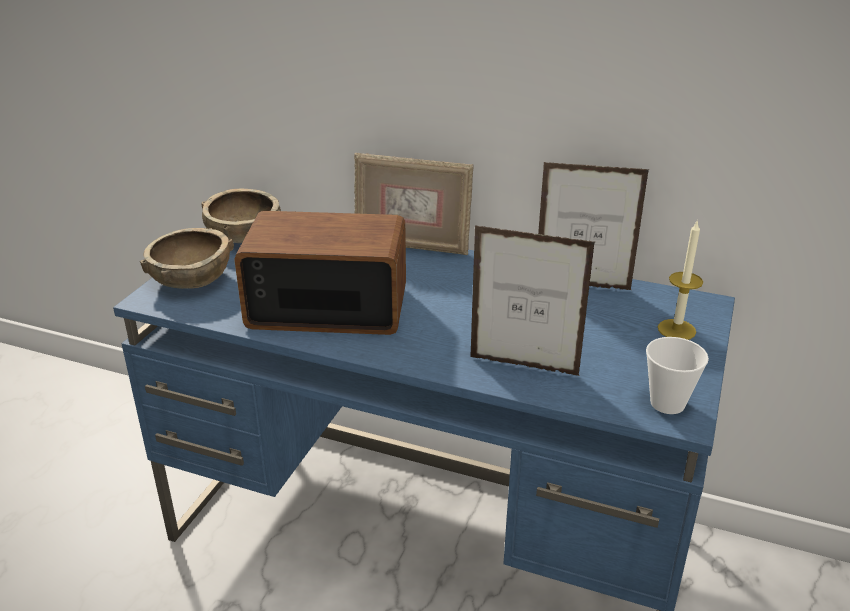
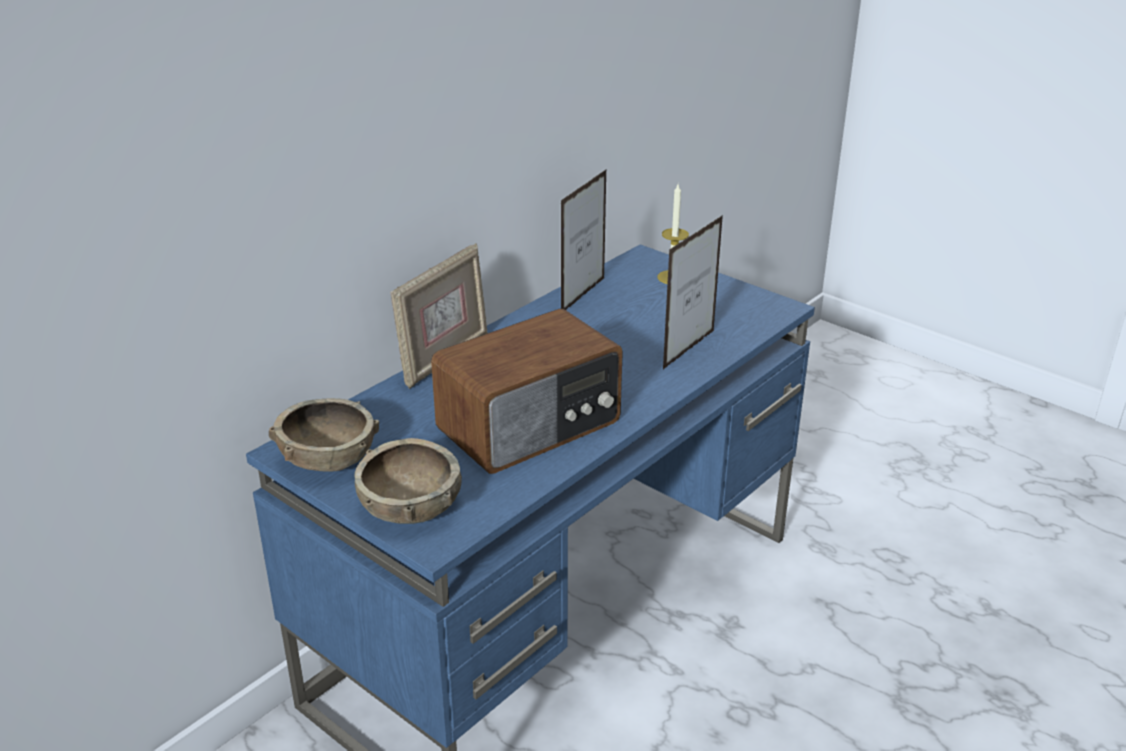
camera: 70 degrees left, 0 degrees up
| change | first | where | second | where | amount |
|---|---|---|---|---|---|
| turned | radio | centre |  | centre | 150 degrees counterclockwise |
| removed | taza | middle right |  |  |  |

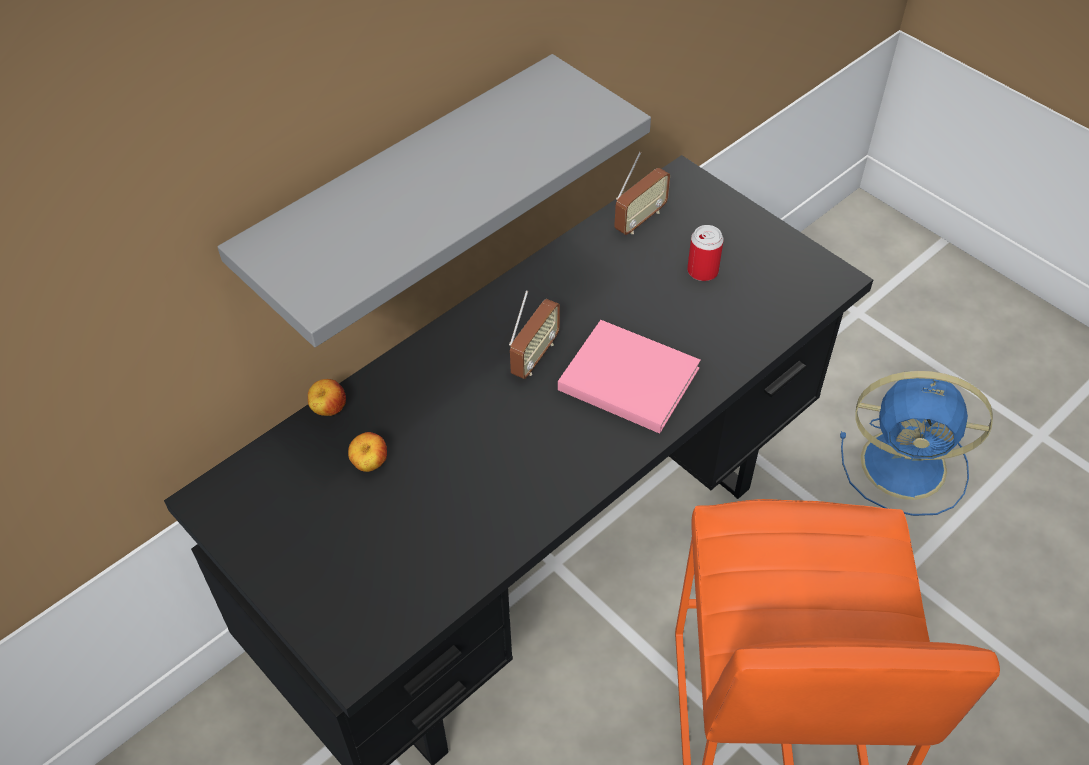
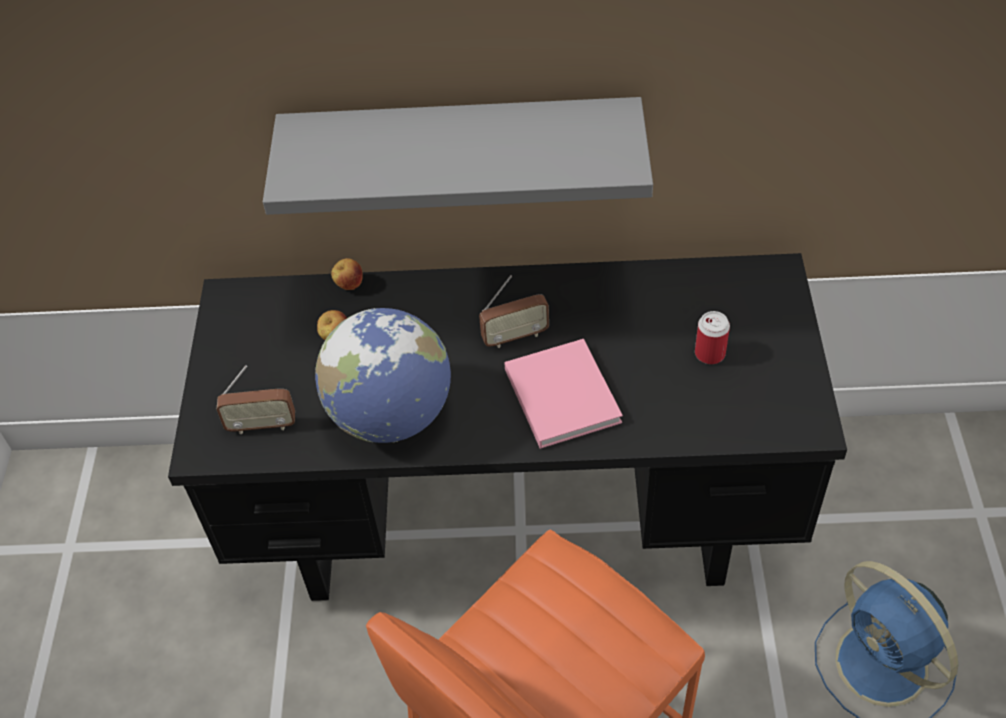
camera: 45 degrees right, 0 degrees up
| change | first | where | second | where | amount |
|---|---|---|---|---|---|
| moved | radio (2nd from left in the first image) | top centre | radio (1st from left) | middle left |  |
| added |  |  | globo terráqueo | centre |  |

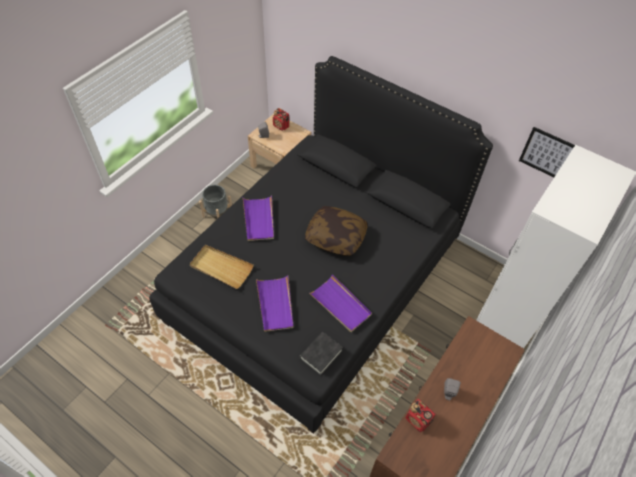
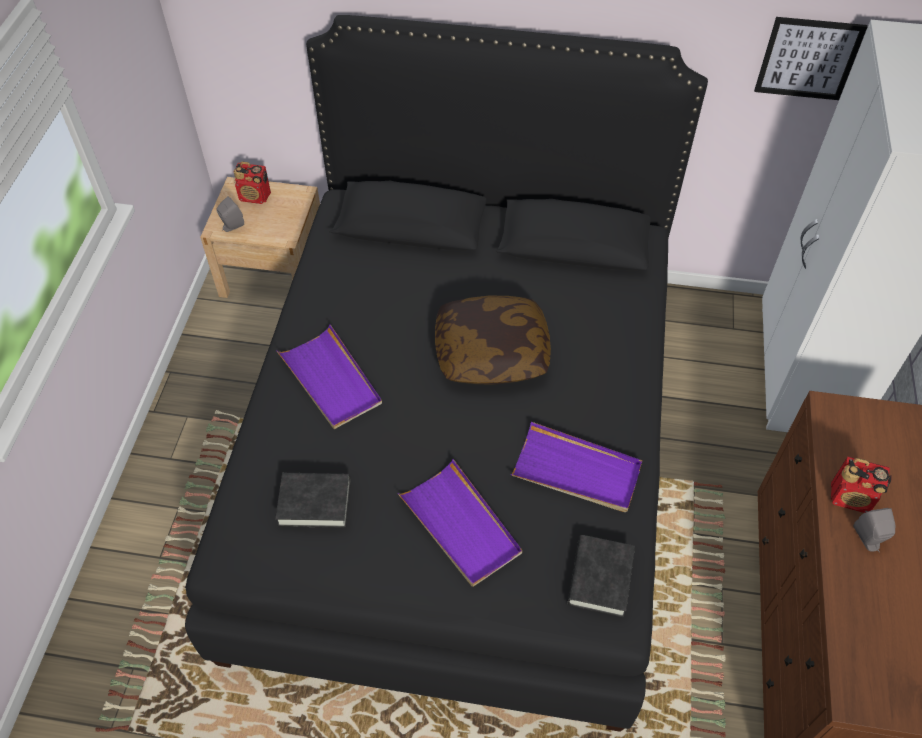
camera: 25 degrees left, 0 degrees up
| change | first | where | second | where | amount |
|---|---|---|---|---|---|
| replaced | bandeja (beis) | centre | libro (negro) (1st from left) | bottom centre |  |
| removed | maceta (gris) | centre |  |  |  |
| moved | radio (2nd from left) | bottom centre |  | middle right |  |

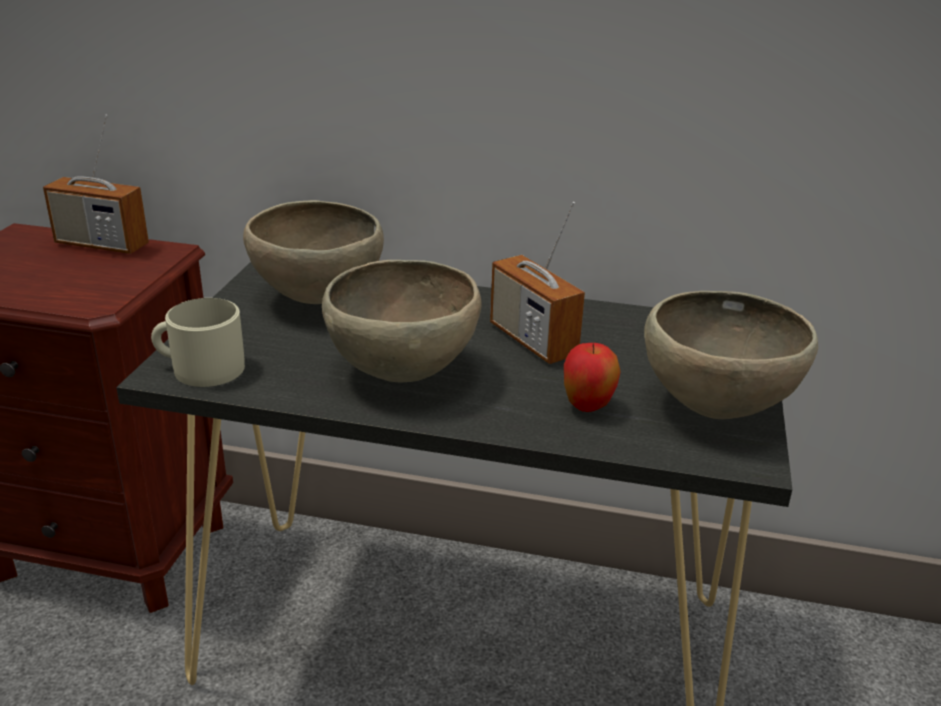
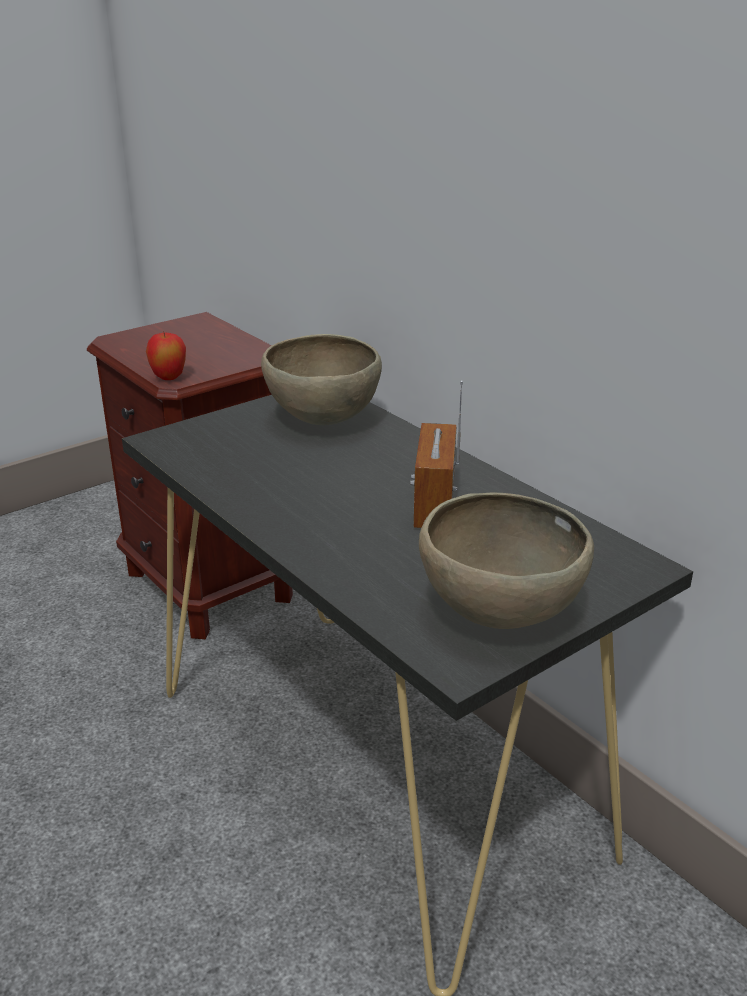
camera: 40 degrees right, 0 degrees up
| change | first | where | second | where | amount |
|---|---|---|---|---|---|
| removed | radio (1st from left) | top left |  |  |  |
| removed | taza grande (beis) | middle left |  |  |  |
| removed | cuenco (marrón) (2nd from left) | centre |  |  |  |
| moved | manzana | centre |  | middle left |  |

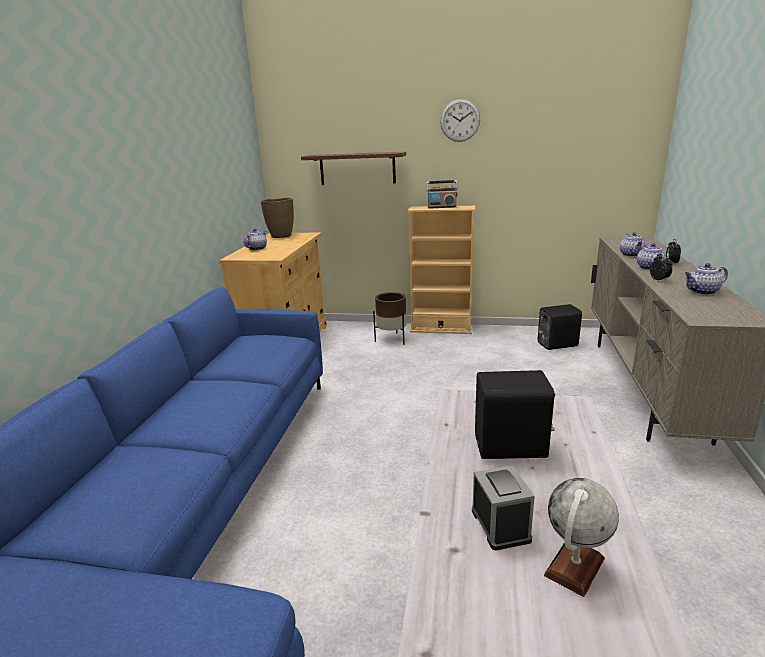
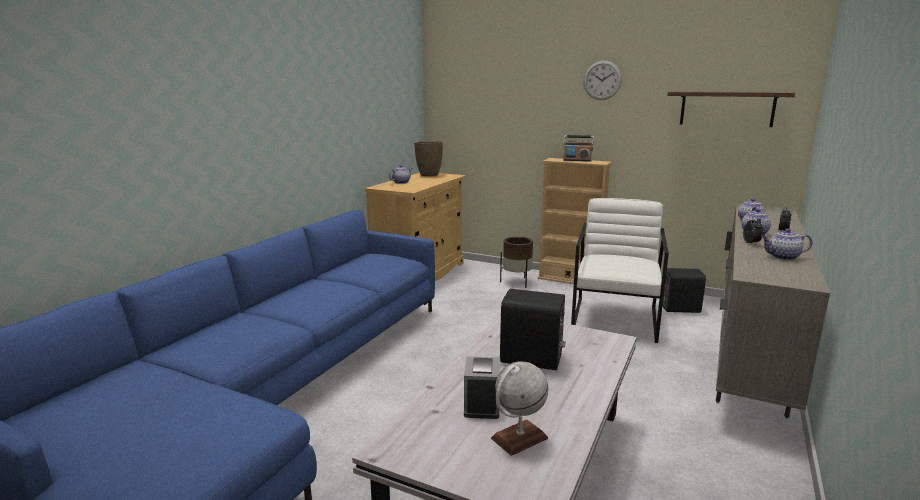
camera: 15 degrees right, 5 degrees down
| change | first | where | second | where | amount |
|---|---|---|---|---|---|
| moved | estante | top centre |  | top right |  |
| added |  |  | sillón (blanco) | middle right |  |

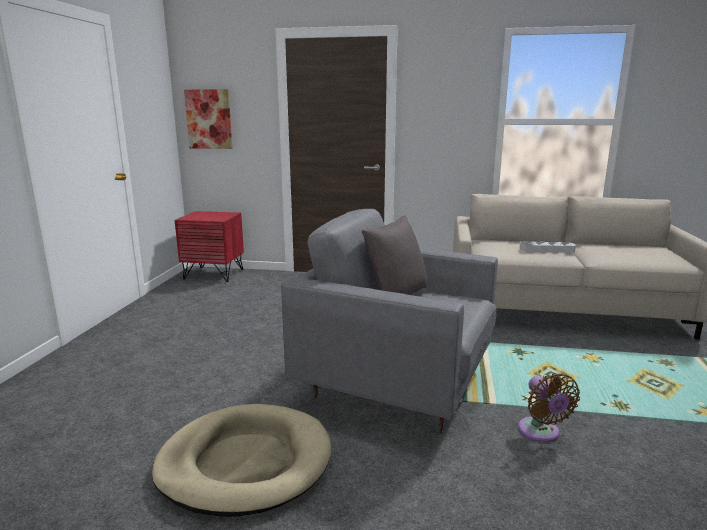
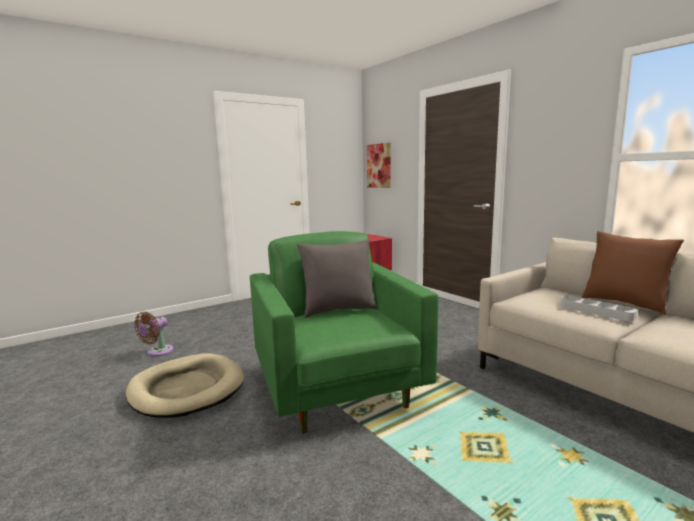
camera: 45 degrees right, 5 degrees down
| change | first | where | second | where | amount |
|---|---|---|---|---|---|
| recoloured | sillón (gris) | centre | sillón (verde) | centre |  |
| moved | ventilador (marrón) | bottom right |  | middle left |  |
| added |  |  | cojín (marrón) | middle right |  |

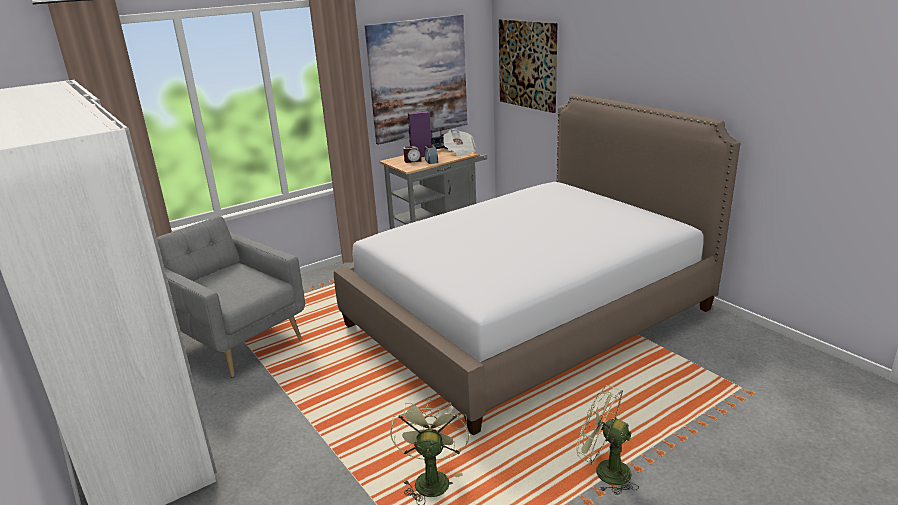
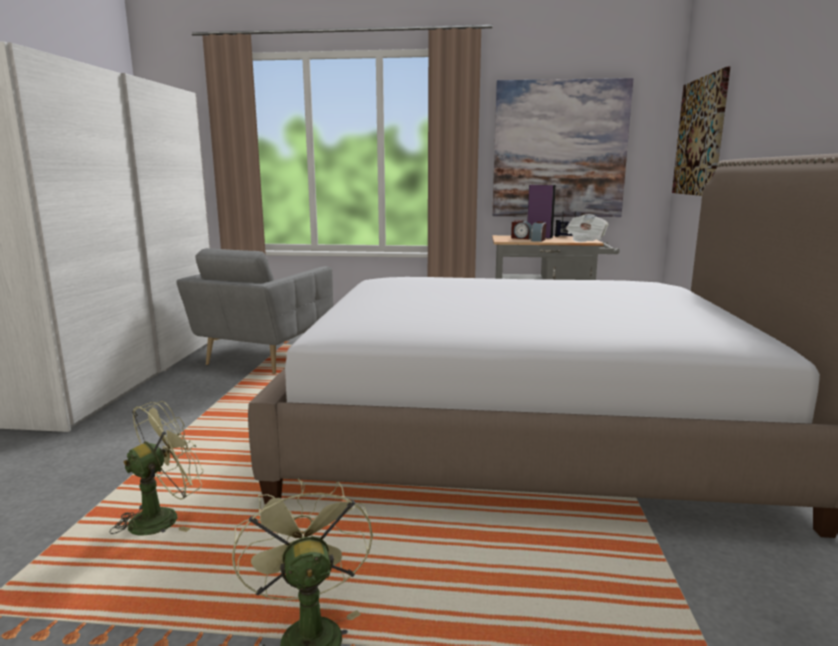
camera: 40 degrees right, 10 degrees down
| change | first | where | second | where | amount |
|---|---|---|---|---|---|
| turned | sillón (gris) | middle left |  | middle left | 150 degrees counterclockwise |

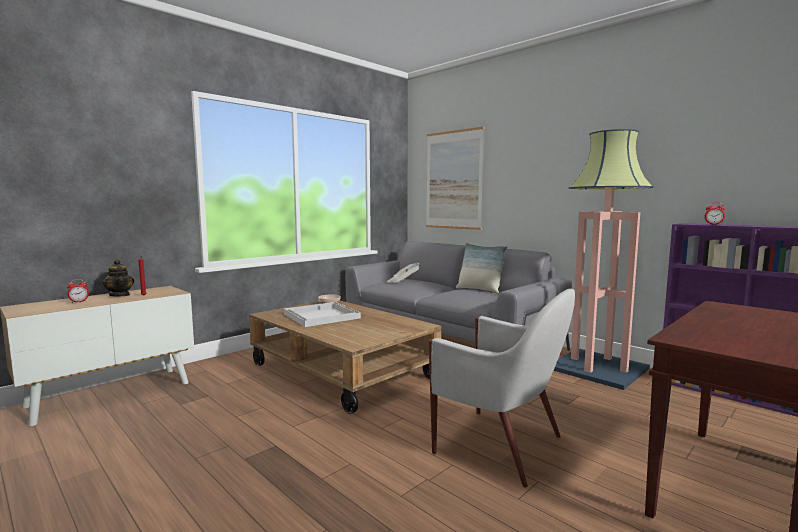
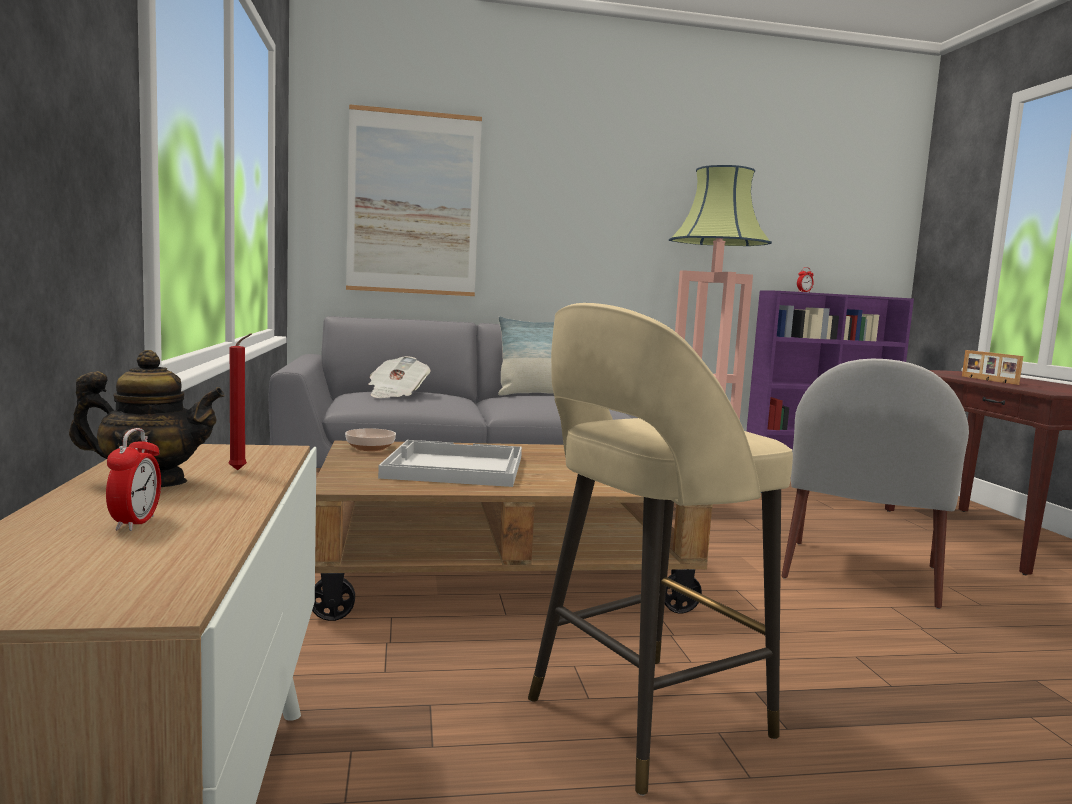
camera: 55 degrees left, 0 degrees up
| change | first | where | second | where | amount |
|---|---|---|---|---|---|
| turned | sillón (blanco) | bottom centre |  | middle right | 135 degrees clockwise |
| added |  |  | taburete (beis) | bottom centre |  |
| added |  |  | portarretratos | middle right |  |

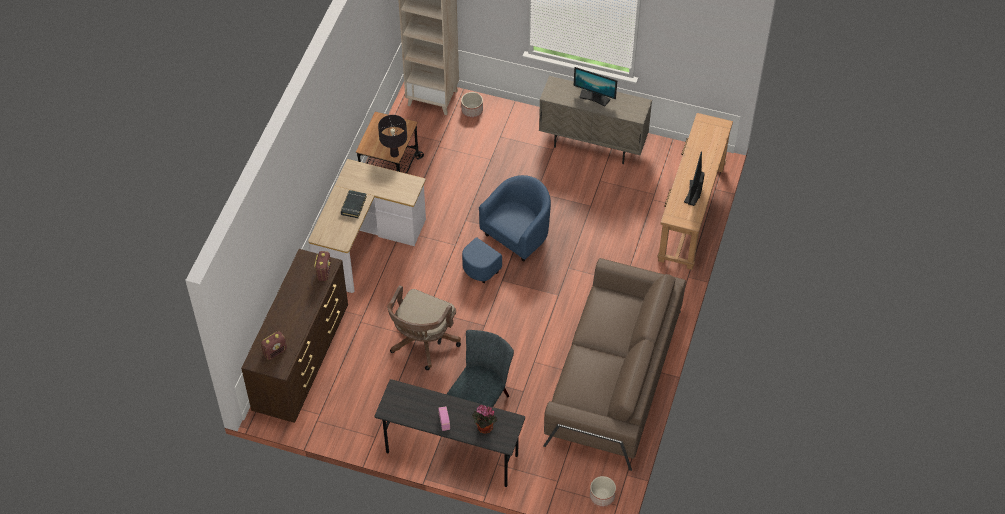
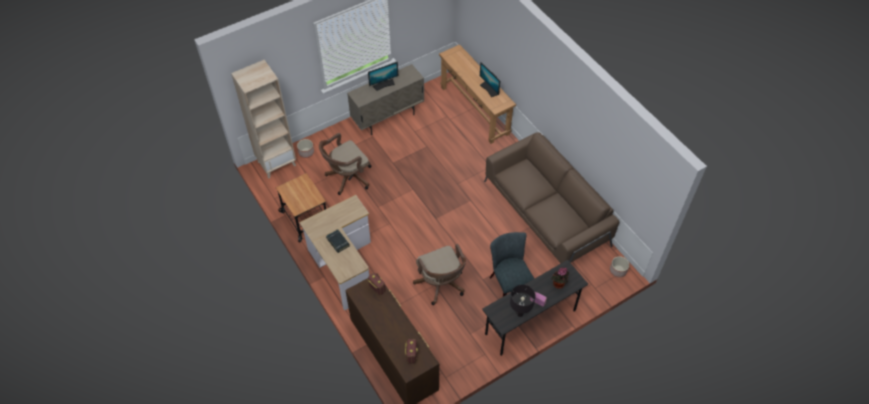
camera: 50 degrees left, 0 degrees up
| change | first | where | second | where | amount |
|---|---|---|---|---|---|
| moved | lámpara de mesa (negro) | top centre |  | bottom centre |  |
| removed | sillón (azul) | centre |  |  |  |
| added |  |  | silla de oficina (marrón) (1st from left) | centre |  |

